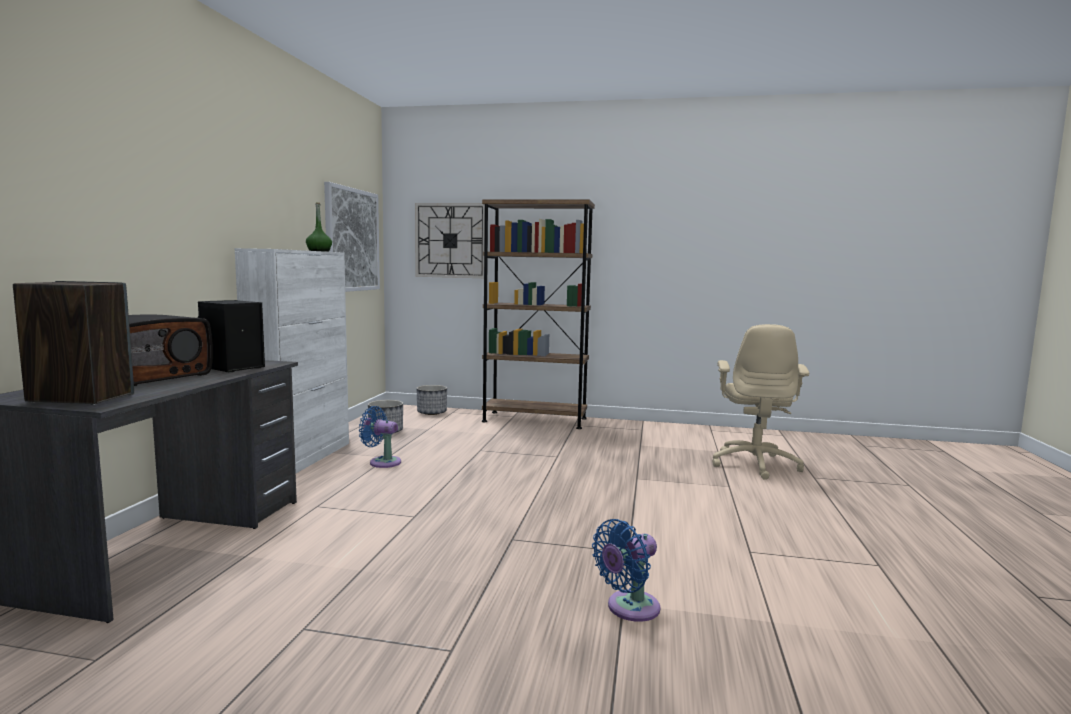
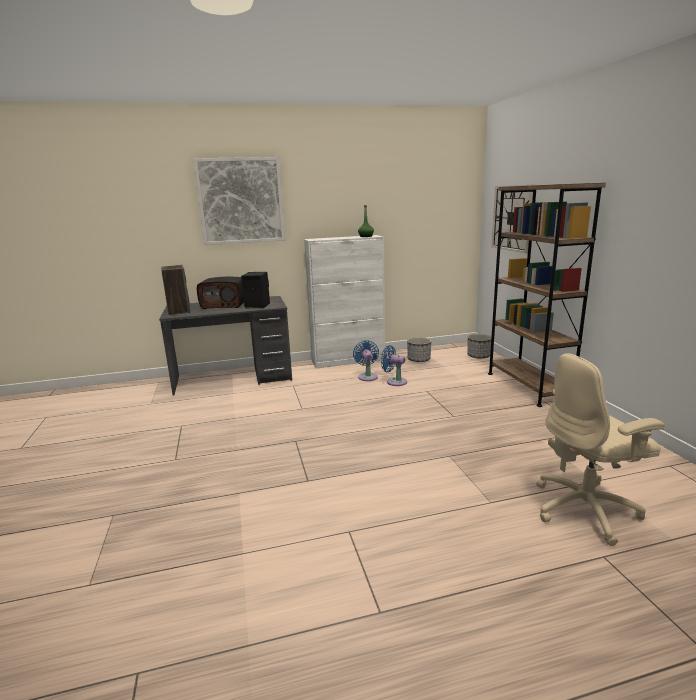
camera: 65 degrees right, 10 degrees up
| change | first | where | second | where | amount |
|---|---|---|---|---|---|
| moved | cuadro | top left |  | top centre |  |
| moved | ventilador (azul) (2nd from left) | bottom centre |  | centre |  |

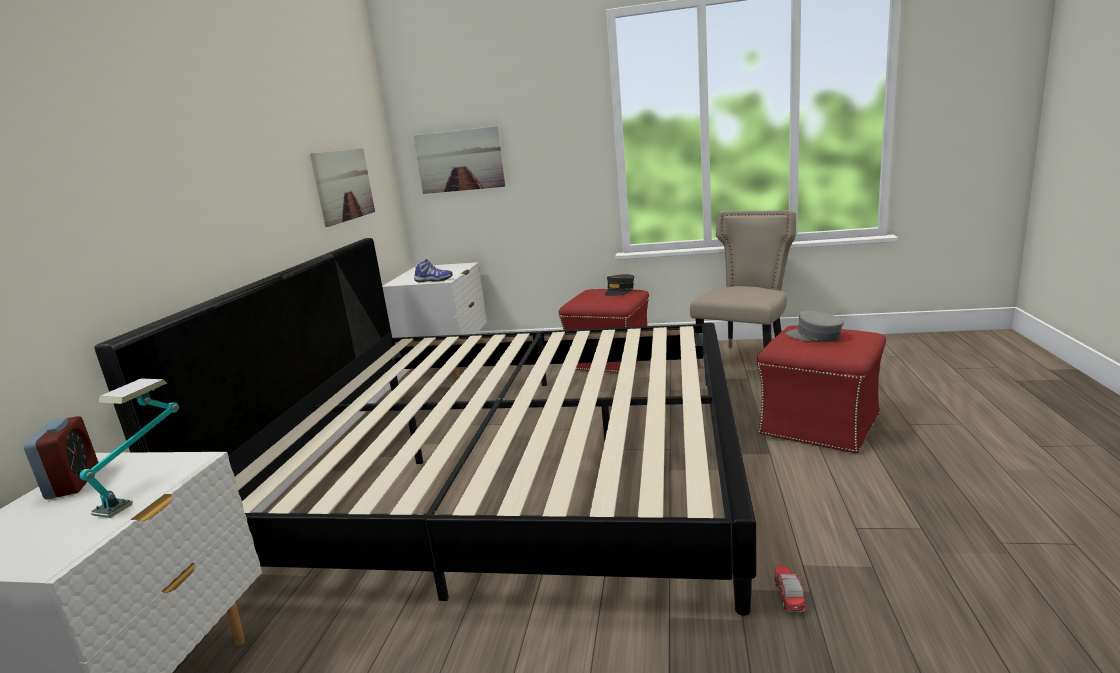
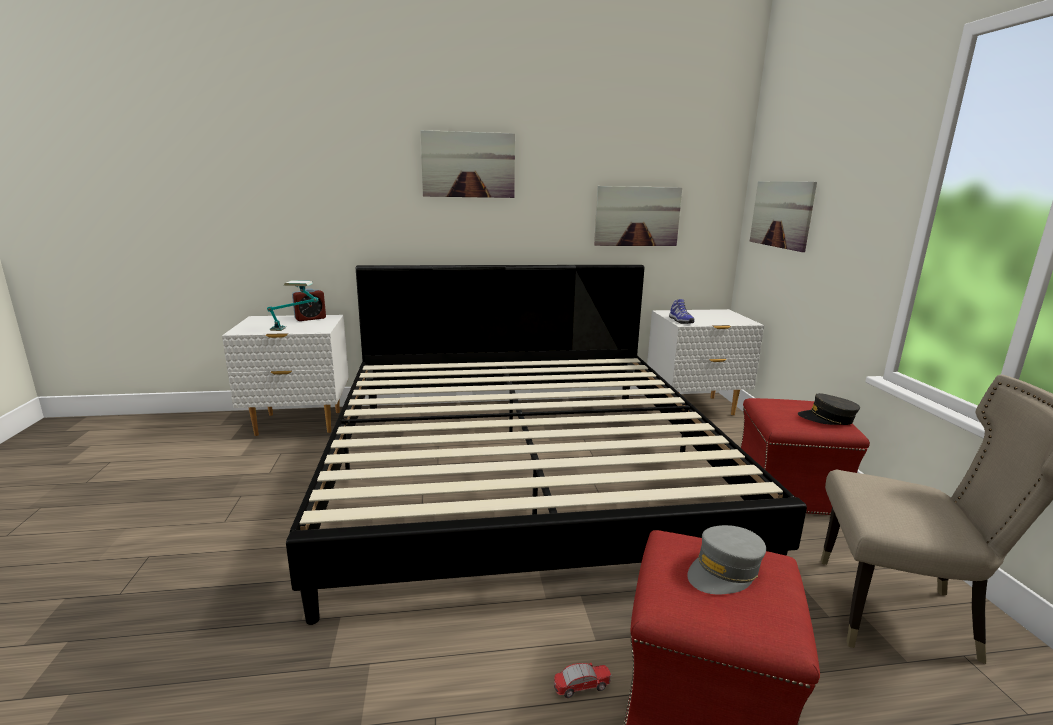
camera: 70 degrees right, 0 degrees up
| change | first | where | second | where | amount |
|---|---|---|---|---|---|
| moved | coche de juguete | bottom right |  | bottom centre |  |
| turned | gorra (gris) (2nd from left in the first image) | middle right | gorra (gris) (1st from left) | bottom right | 150 degrees counterclockwise |
| added |  |  | cuadro (1st from left) | top centre |  |

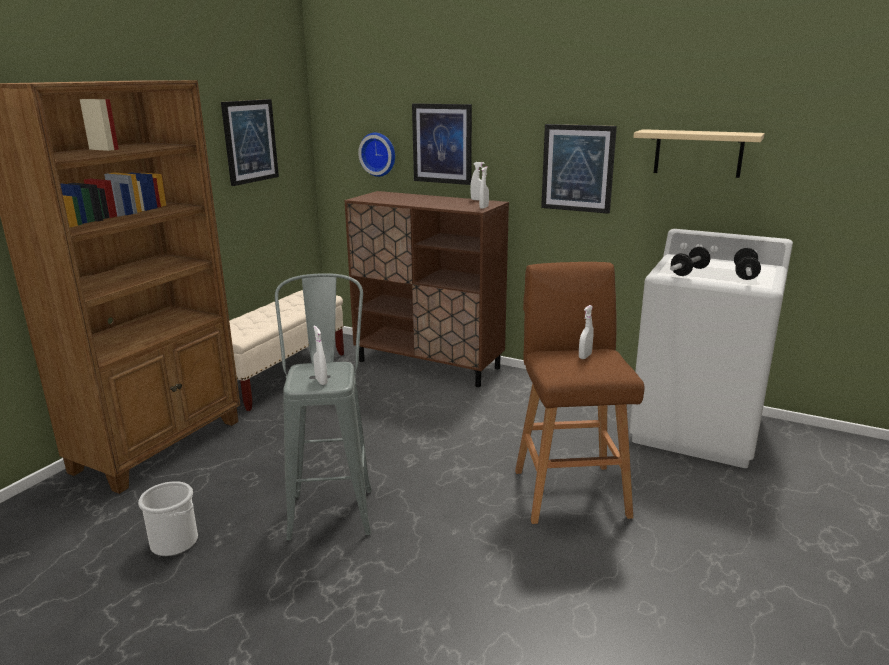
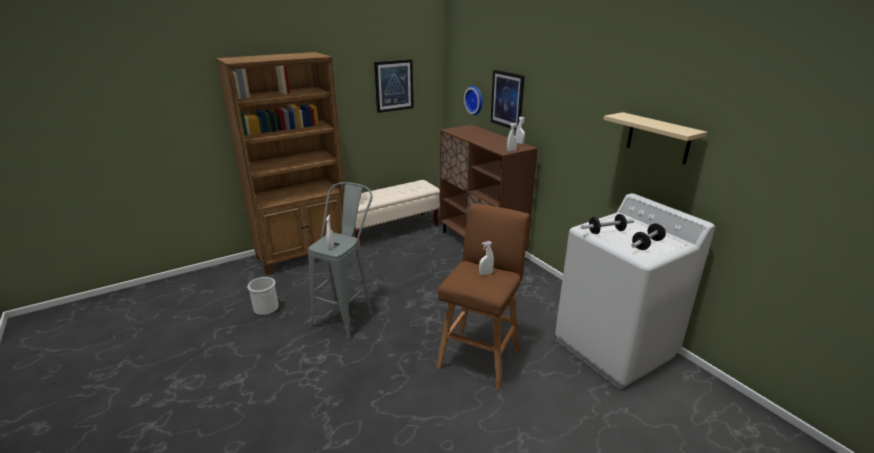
camera: 30 degrees right, 5 degrees up
| change | first | where | second | where | amount |
|---|---|---|---|---|---|
| removed | cuadro (3rd from left) | top centre |  |  |  |

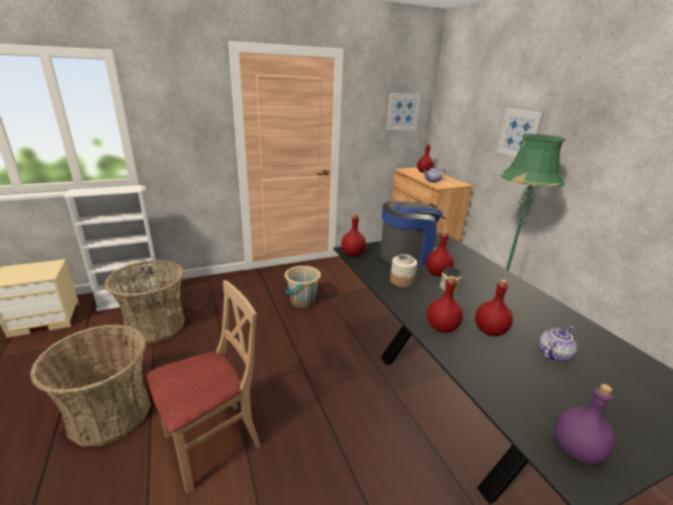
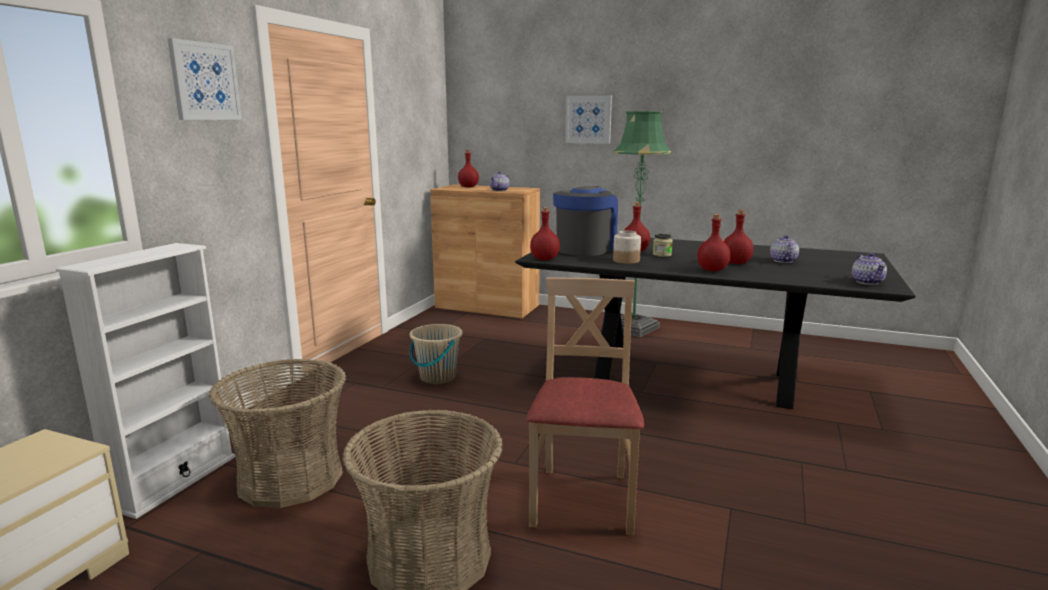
camera: 45 degrees left, 10 degrees down
| change | first | where | second | where | amount |
|---|---|---|---|---|---|
| moved | cuadro (1st from left) | top centre |  | top left |  |
| replaced | botella (morado) | bottom right | tetera (3rd from left) | middle right |  |

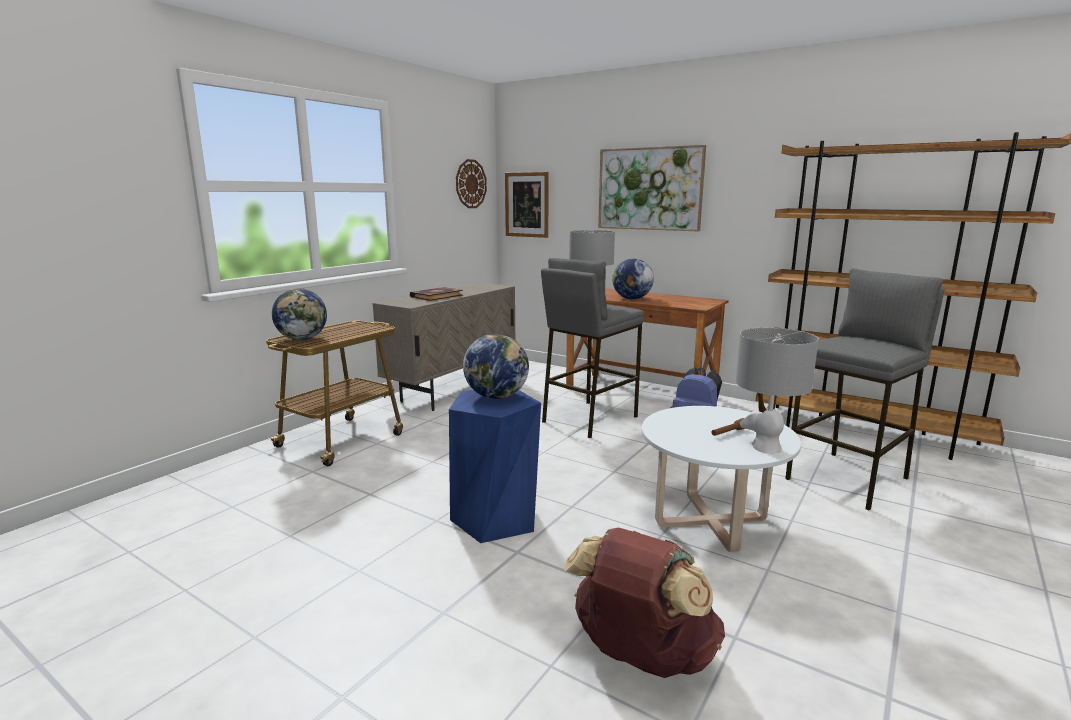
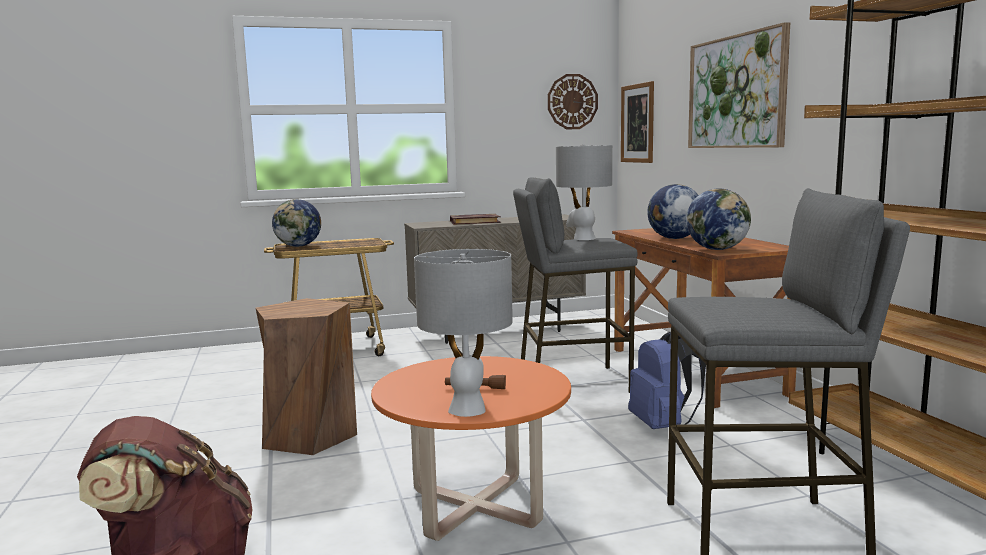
camera: 40 degrees right, 5 degrees down
| change | first | where | second | where | amount |
|---|---|---|---|---|---|
| recoloured | taburete (azul) | centre | taburete (marrón) | bottom left |  |
| moved | globo terráqueo (2nd from left in the first image) | centre | globo terráqueo (3rd from left) | middle right |  |
| recoloured | mesa de centro (blanco) | middle right | mesa de centro (naranja) | bottom centre |  |

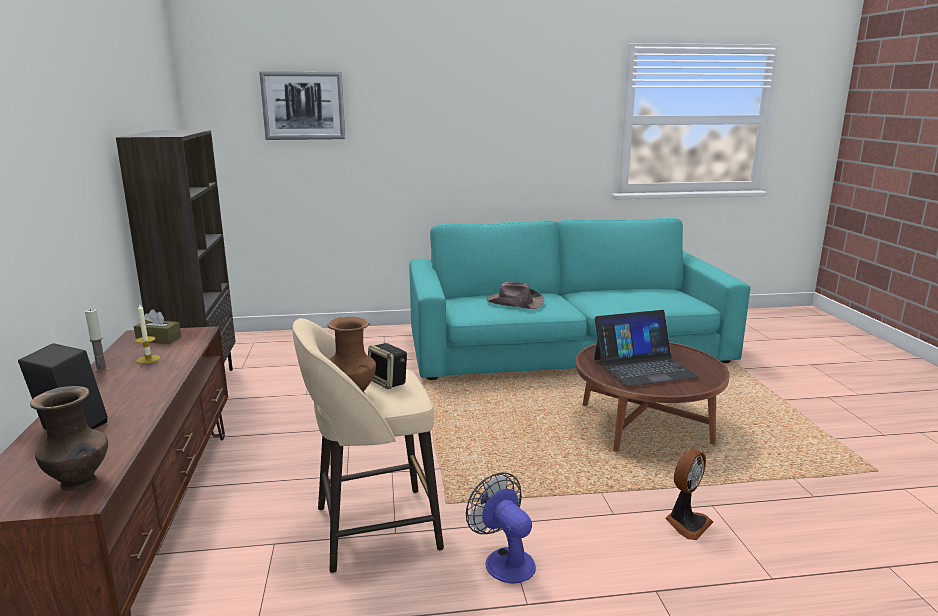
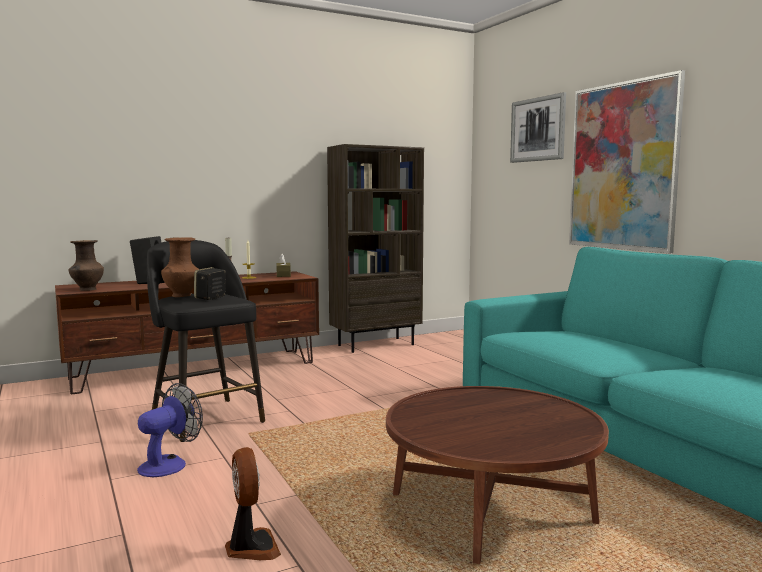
camera: 70 degrees right, 10 degrees down
| change | first | where | second | where | amount |
|---|---|---|---|---|---|
| recoloured | taburete (beis) | bottom centre | taburete (negro) | middle left |  |
| removed | sombrero (marrón) | centre |  |  |  |
| removed | portátil | middle right |  |  |  |
| turned | ventilador (2nd from left) | bottom right |  | bottom left | 135 degrees counterclockwise |
| added |  |  | cuadro (2nd from left) | top right |  |

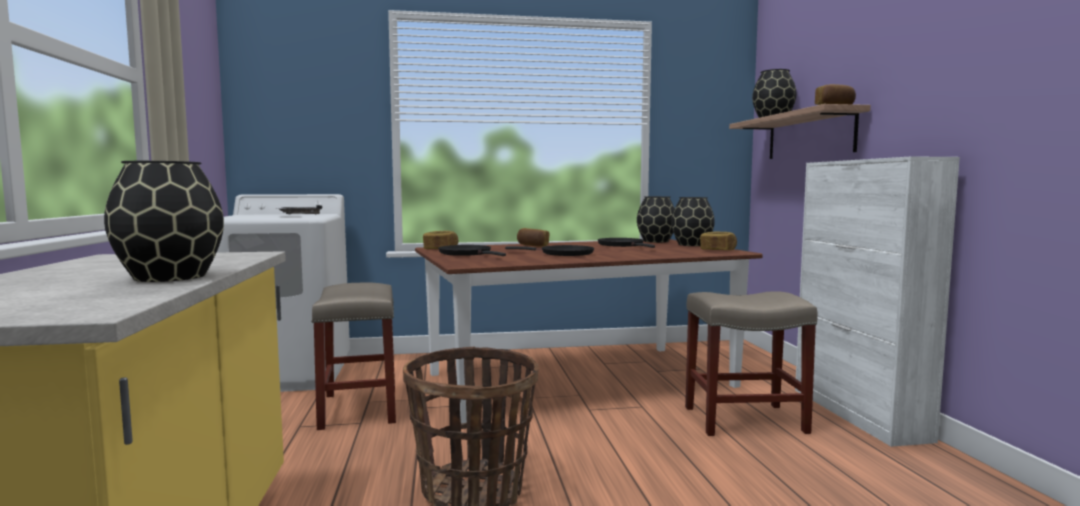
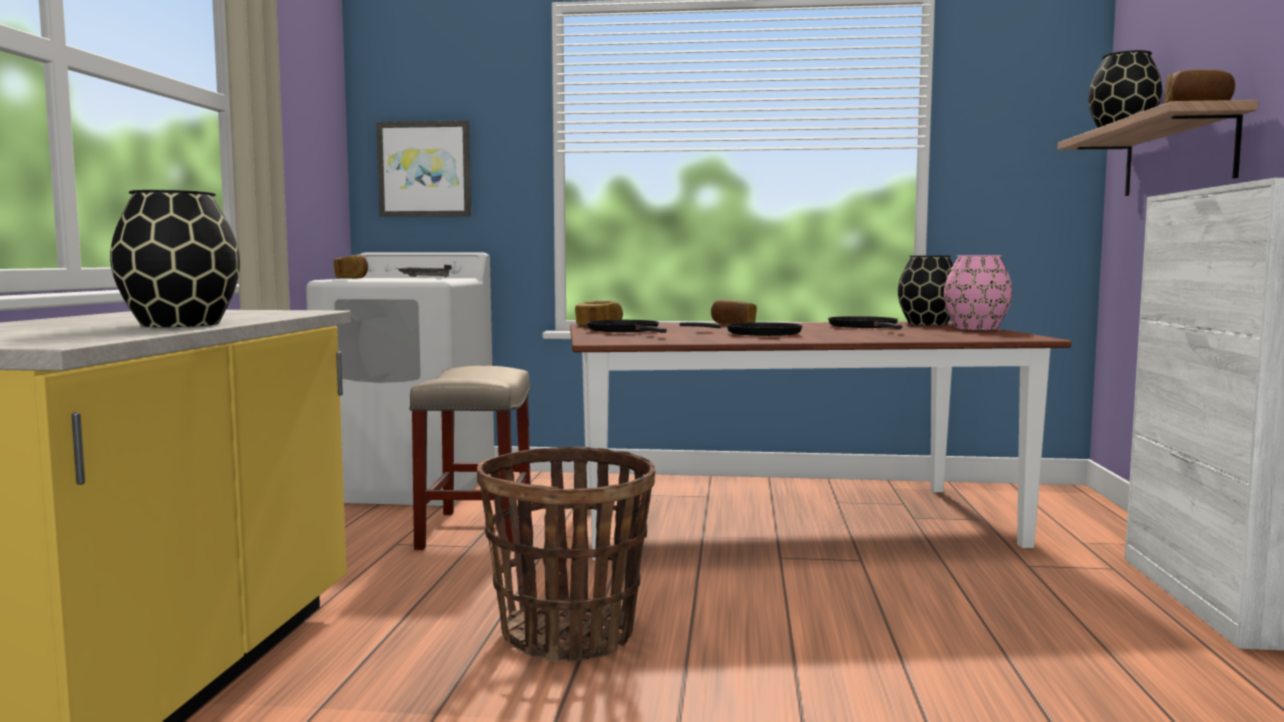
camera: 15 degrees right, 0 degrees up
| change | first | where | second | where | amount |
|---|---|---|---|---|---|
| recoloured | florero (negro) (3rd from left) | centre | florero (rosa) | middle right |  |
| removed | taburete (beis) (2nd from left) | bottom right |  |  |  |
| moved | pan (3rd from left in the first image) | centre | pan (1st from left) | middle left |  |
| added |  |  | cuadro | top left |  |

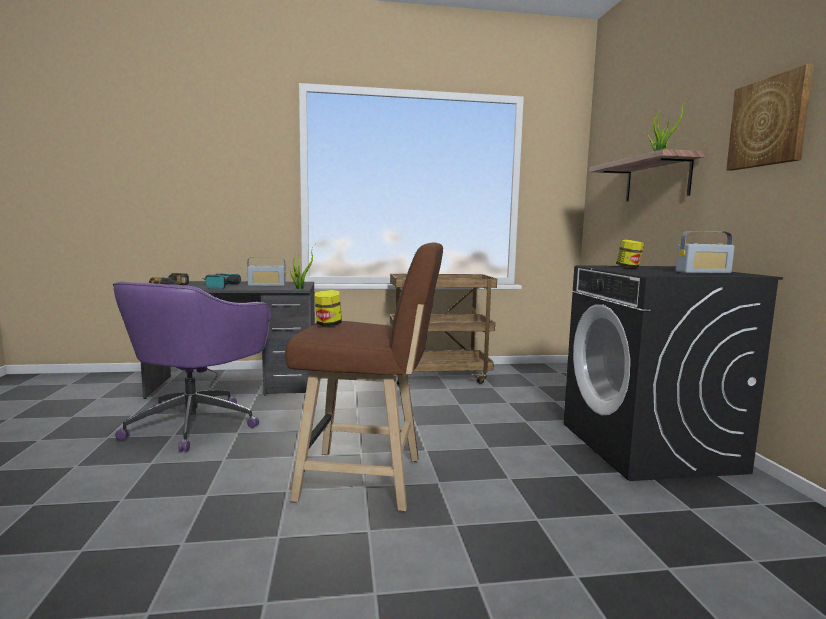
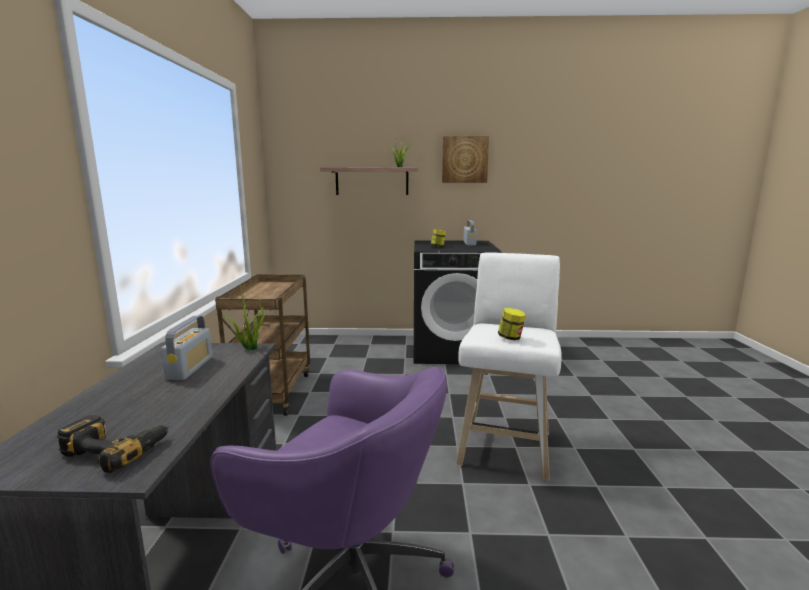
camera: 80 degrees left, 5 degrees up
| change | first | where | second | where | amount |
|---|---|---|---|---|---|
| removed | taladro (2nd from left) | middle left |  |  |  |
| recoloured | taburete (marrón) | centre | taburete (blanco) | centre |  |

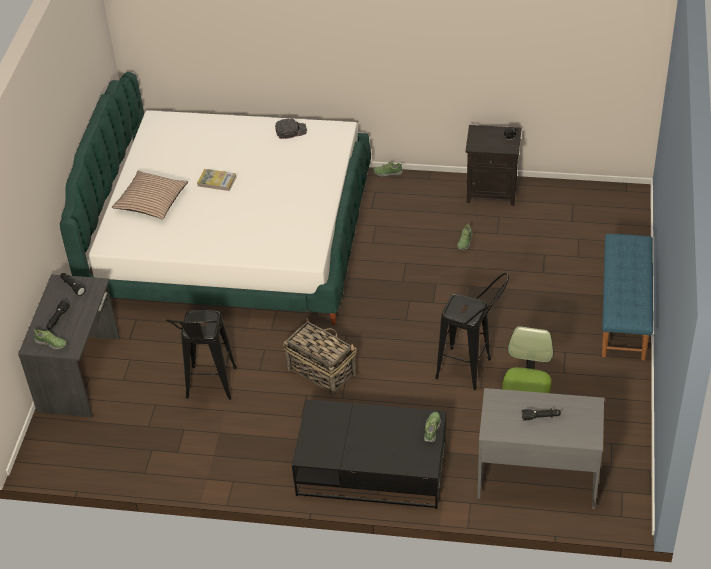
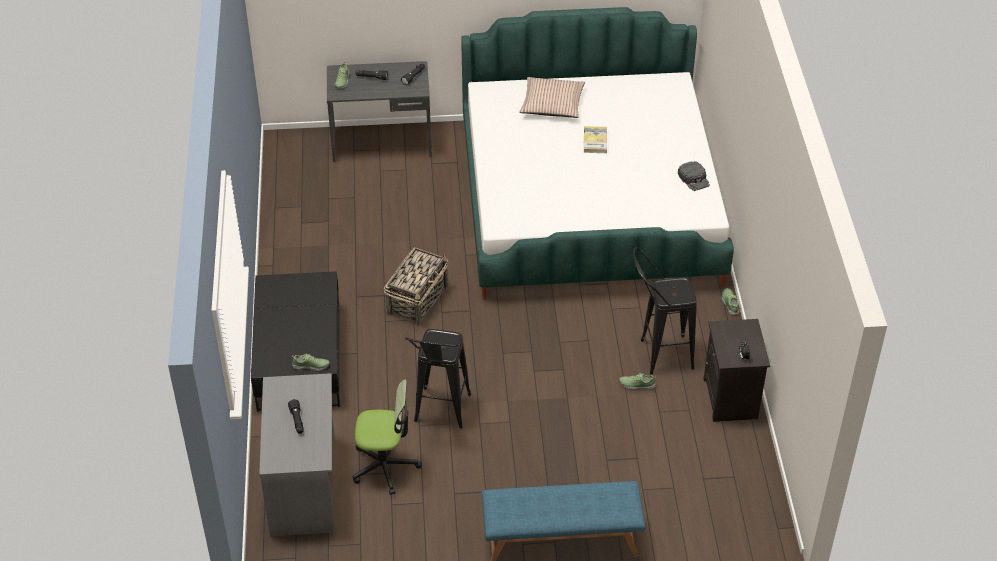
camera: 75 degrees right, 0 degrees up
| change | first | where | second | where | amount |
|---|---|---|---|---|---|
| moved | taburete (negro) (1st from left in the first image) | middle left | taburete (negro) (2nd from left) | middle right |  |

